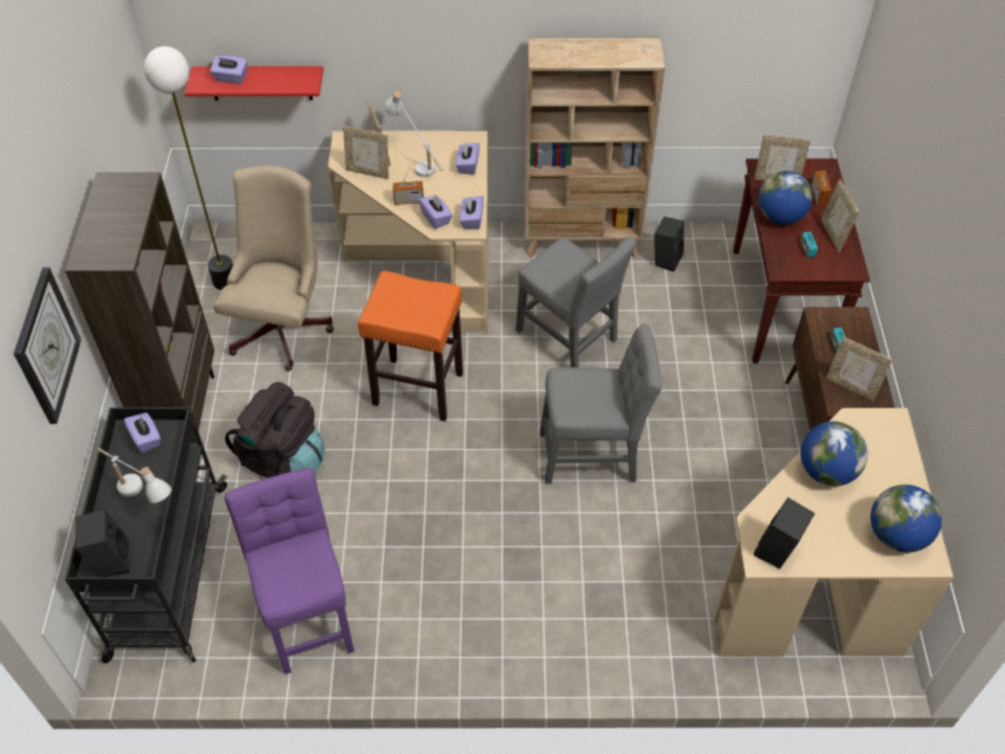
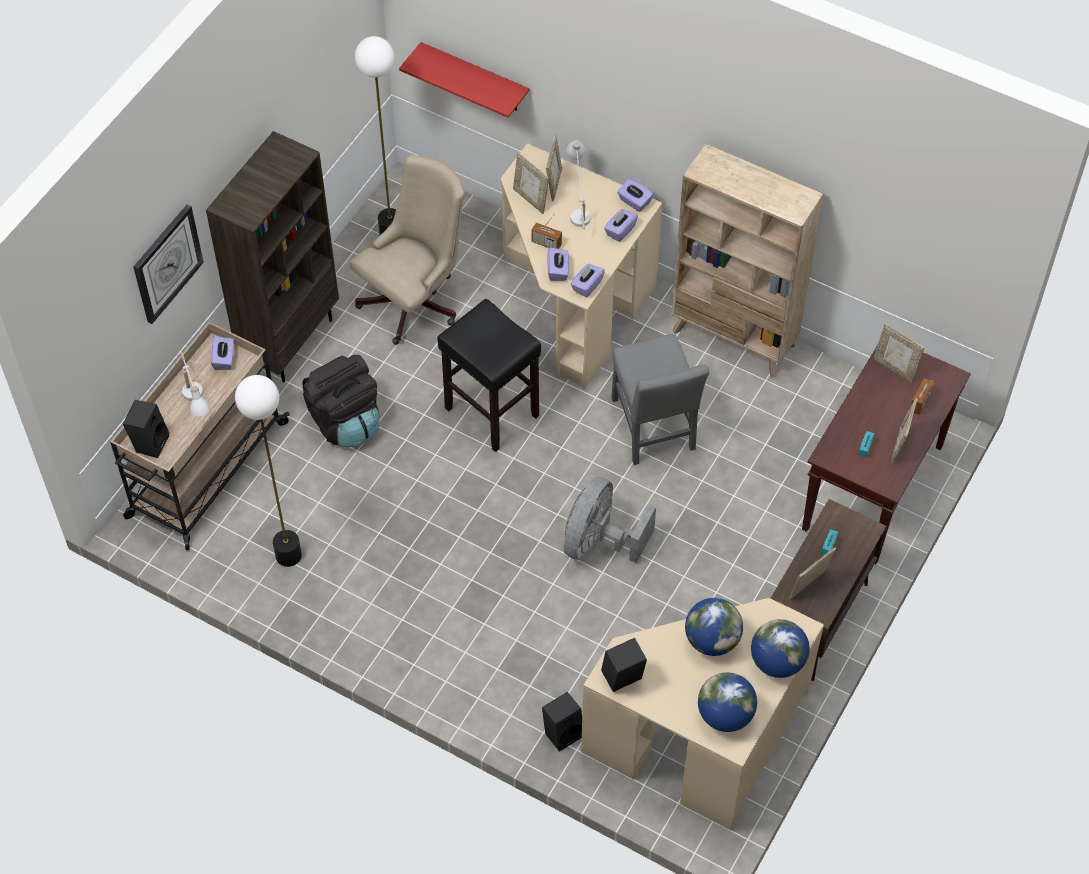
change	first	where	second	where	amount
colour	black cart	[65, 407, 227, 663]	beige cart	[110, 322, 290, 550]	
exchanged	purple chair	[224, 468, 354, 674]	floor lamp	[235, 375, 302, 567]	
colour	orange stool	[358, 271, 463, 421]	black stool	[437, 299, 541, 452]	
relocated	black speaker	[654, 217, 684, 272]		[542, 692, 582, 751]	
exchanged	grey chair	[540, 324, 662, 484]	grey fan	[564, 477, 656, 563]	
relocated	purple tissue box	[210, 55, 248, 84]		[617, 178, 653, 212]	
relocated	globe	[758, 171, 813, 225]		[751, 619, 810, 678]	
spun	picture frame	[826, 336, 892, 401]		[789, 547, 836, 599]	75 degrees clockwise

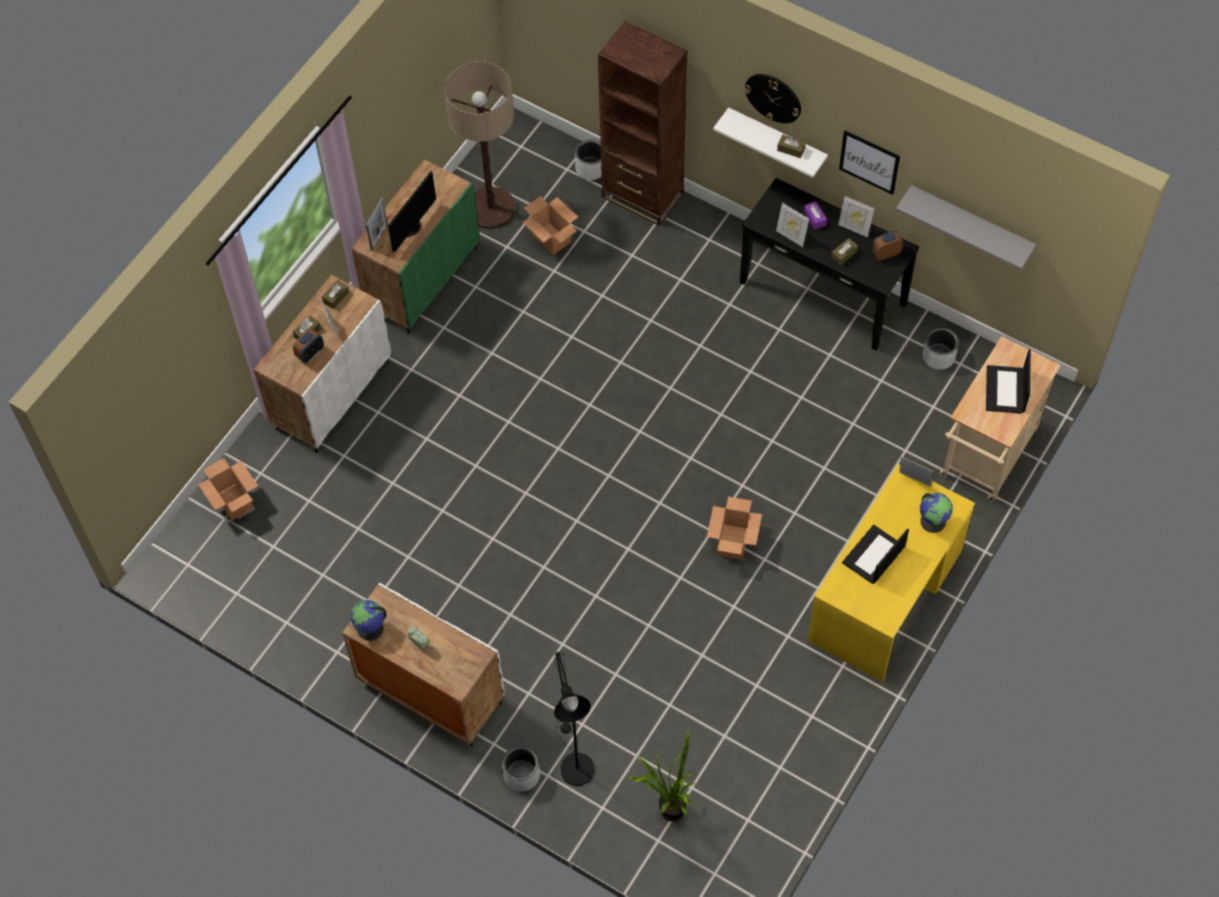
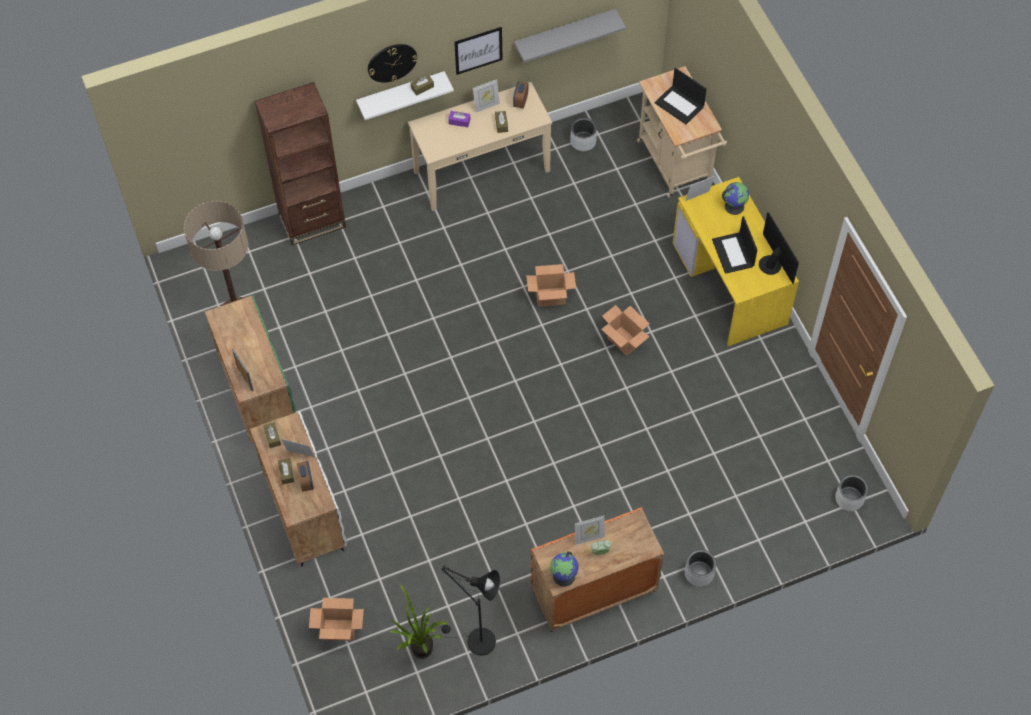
change	first	where	second	where	amount
relocated	potted plant	[627, 729, 695, 822]		[390, 584, 449, 659]	
colour	black console table	[740, 178, 919, 351]	beige console table	[408, 82, 552, 211]	
relocated	black floor lamp	[554, 652, 595, 786]		[438, 565, 500, 656]	
relocated	cardboard box	[522, 196, 578, 255]		[526, 264, 576, 307]	
colour	white cabinet	[342, 582, 505, 746]	orange cabinet	[531, 507, 664, 632]	
relocated	picture frame	[776, 203, 809, 247]		[575, 516, 605, 545]	
relocated	monitor	[388, 171, 436, 252]		[759, 212, 799, 284]	
relocated	white planter	[575, 140, 602, 180]		[835, 475, 868, 511]	

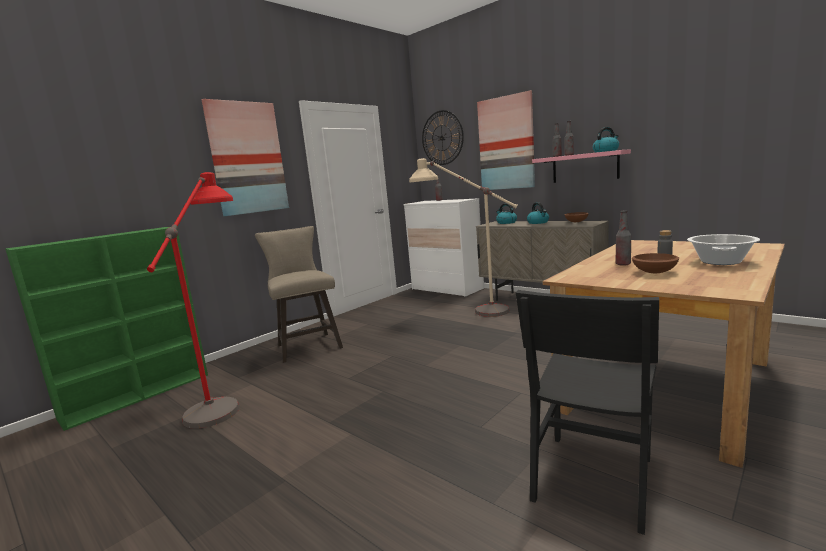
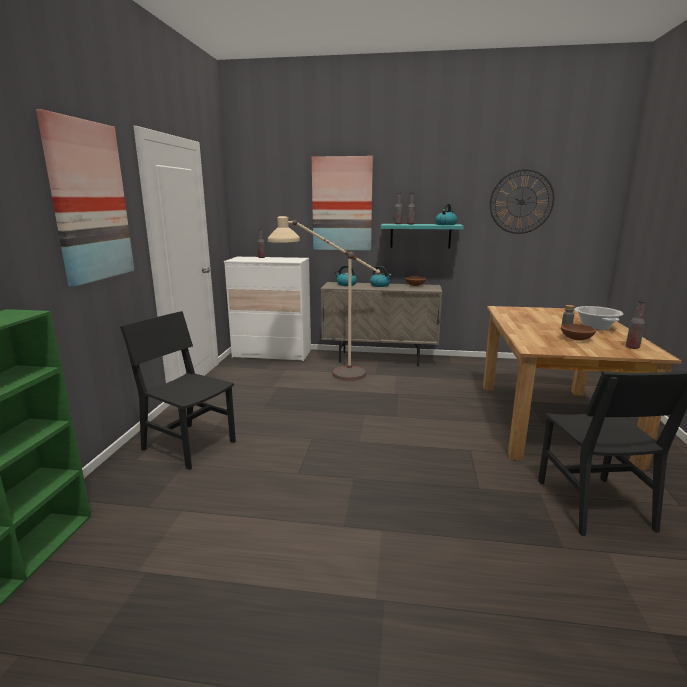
change	first	where	second	where	amount
exchanged	beige stool	[255, 226, 343, 363]	black chair	[120, 311, 236, 470]	
colour	pink shelf	[532, 149, 631, 183]	turquoise shelf	[381, 224, 464, 249]	
relocated	wall clock	[422, 110, 464, 165]		[490, 169, 554, 234]	
relocated	bottle	[616, 211, 631, 266]		[626, 300, 645, 349]	
missing	red floor lamp	[147, 172, 240, 429]			

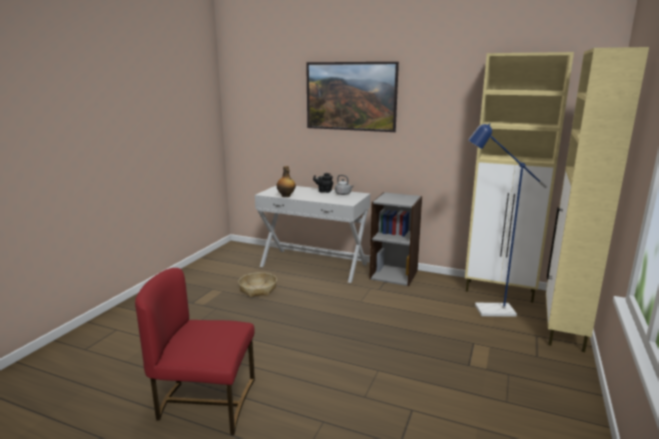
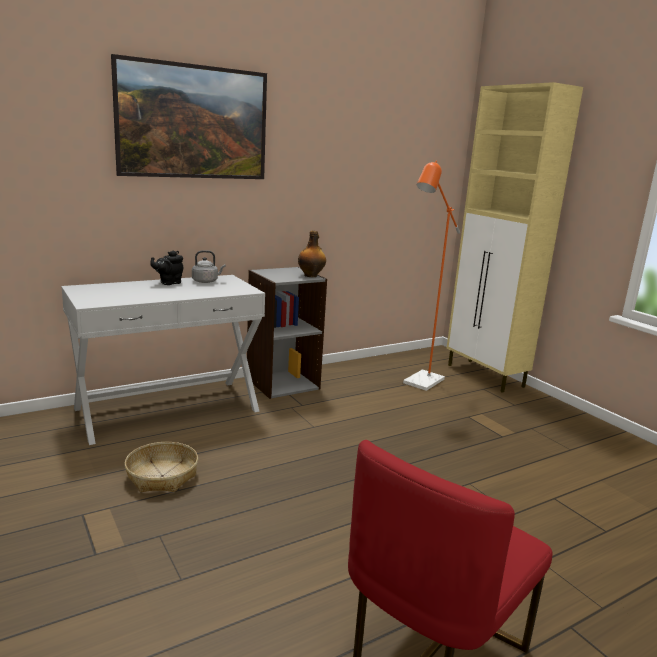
change	first	where	second	where	amount
relocated	bottle	[277, 166, 296, 197]		[298, 231, 326, 277]	
colour	blue floor lamp	[468, 123, 547, 317]	orange floor lamp	[403, 161, 460, 391]	
missing	beige cabinet	[465, 52, 574, 303]			

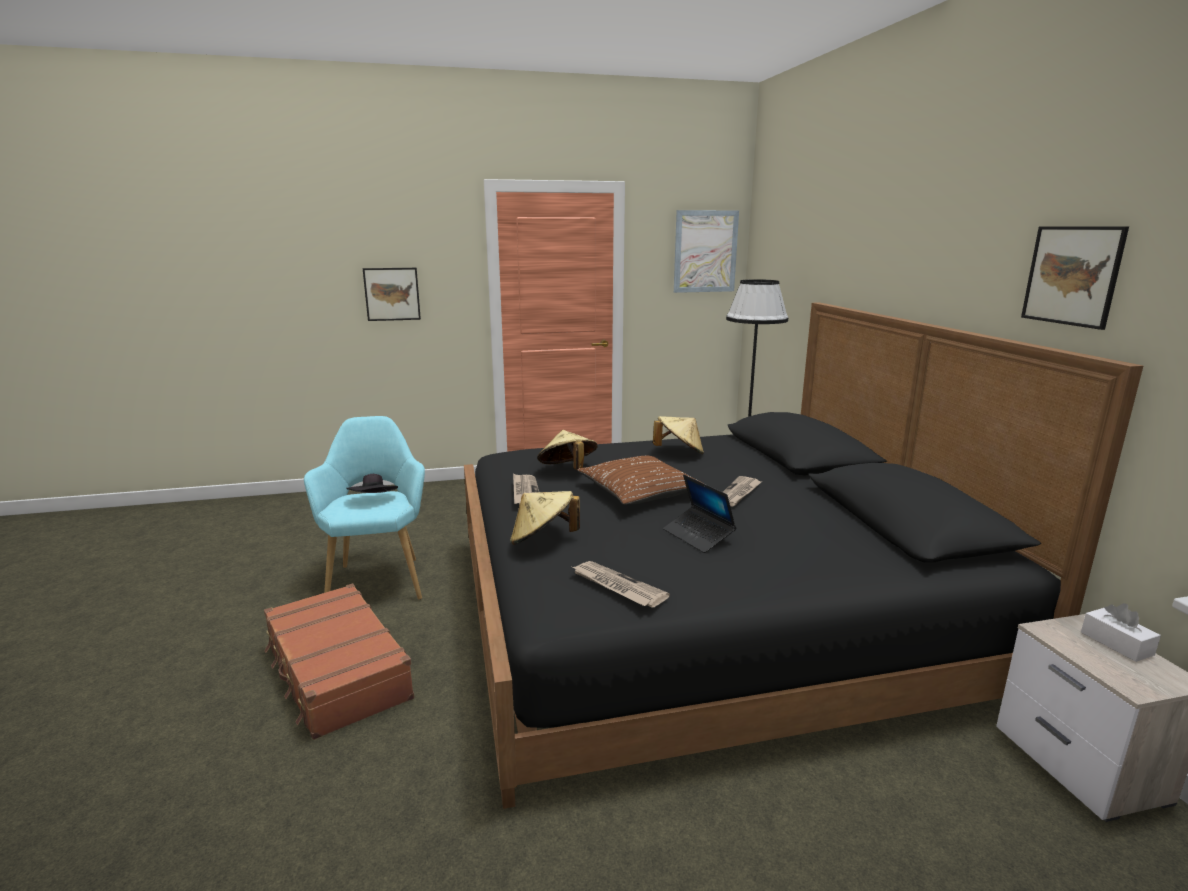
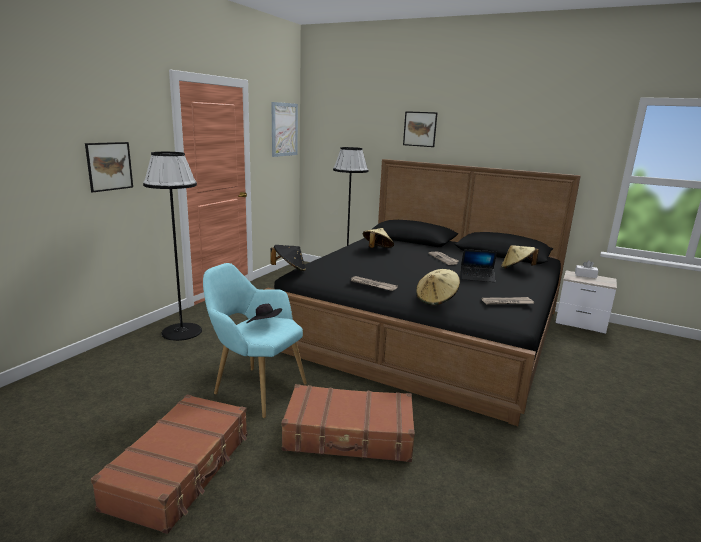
change	first	where	second	where	amount
appeared			brown suitcase	[91, 394, 247, 534]	
appeared			black floor lamp	[143, 152, 202, 341]	
appeared			black hat	[270, 245, 306, 271]	
relocated	picture	[1021, 226, 1129, 330]		[403, 111, 437, 147]	
relocated	beige hat	[537, 430, 597, 470]		[501, 245, 539, 269]	
missing	brown pillow	[577, 456, 705, 505]			

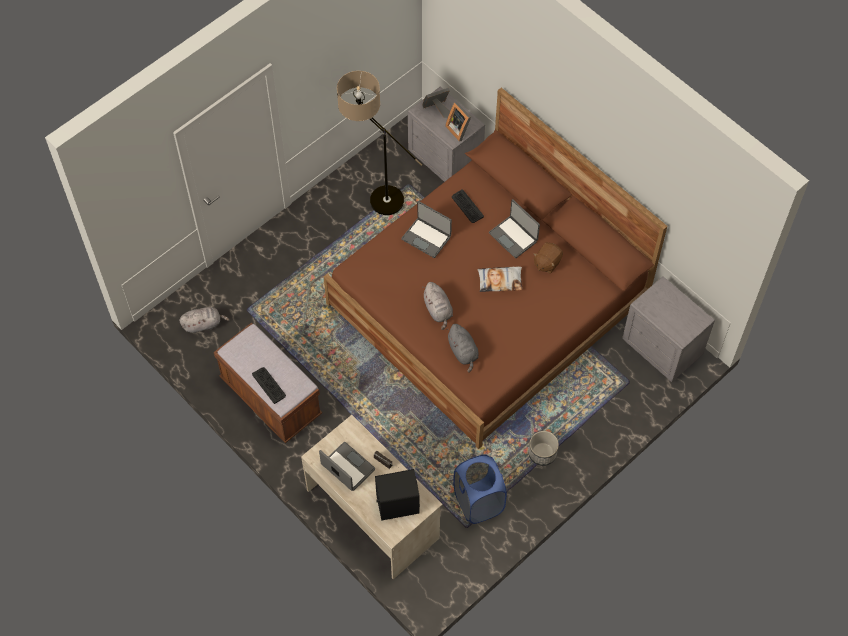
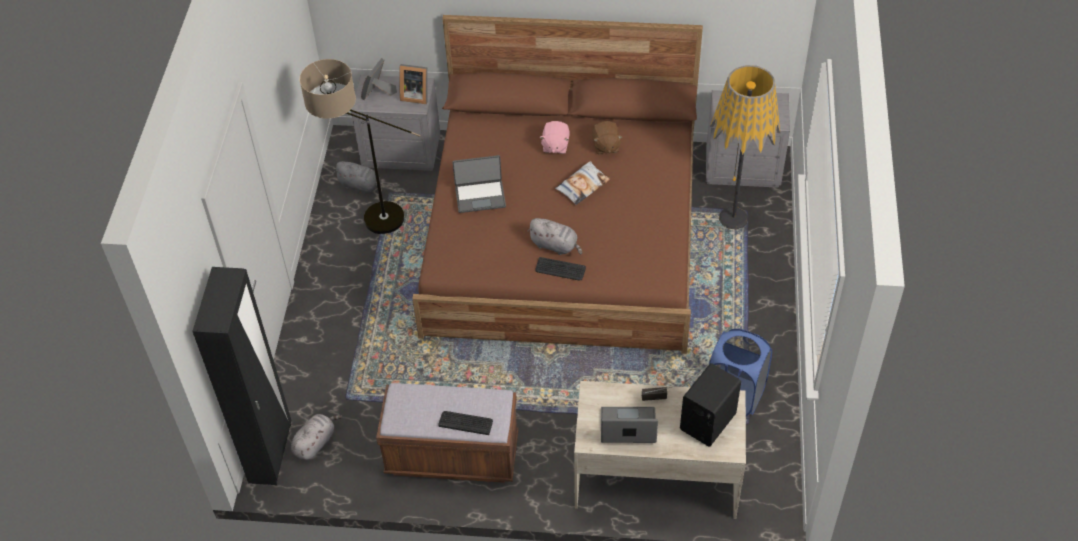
change	first	where	second	where	amount
appeared			black wardrobe	[192, 267, 291, 485]	
relocated	grey plush toy	[446, 324, 479, 372]		[334, 161, 382, 194]	
relocated	keyboard	[452, 189, 484, 223]		[535, 257, 586, 280]	
exchanged	laptop	[489, 199, 540, 258]	pink plush toy	[539, 121, 570, 154]	
appeared			floor lamp	[710, 65, 780, 229]	
missing	planter	[528, 431, 559, 466]			

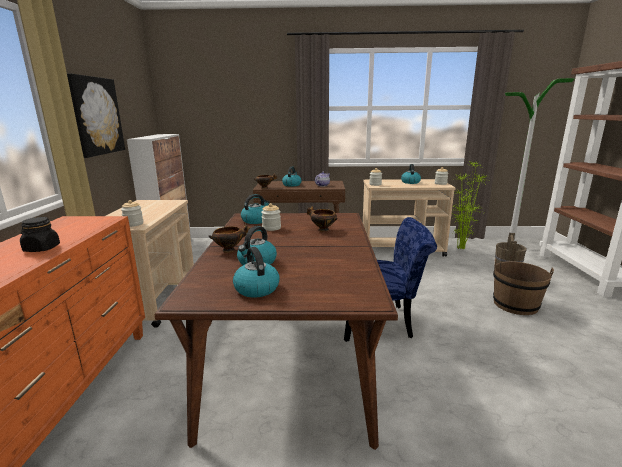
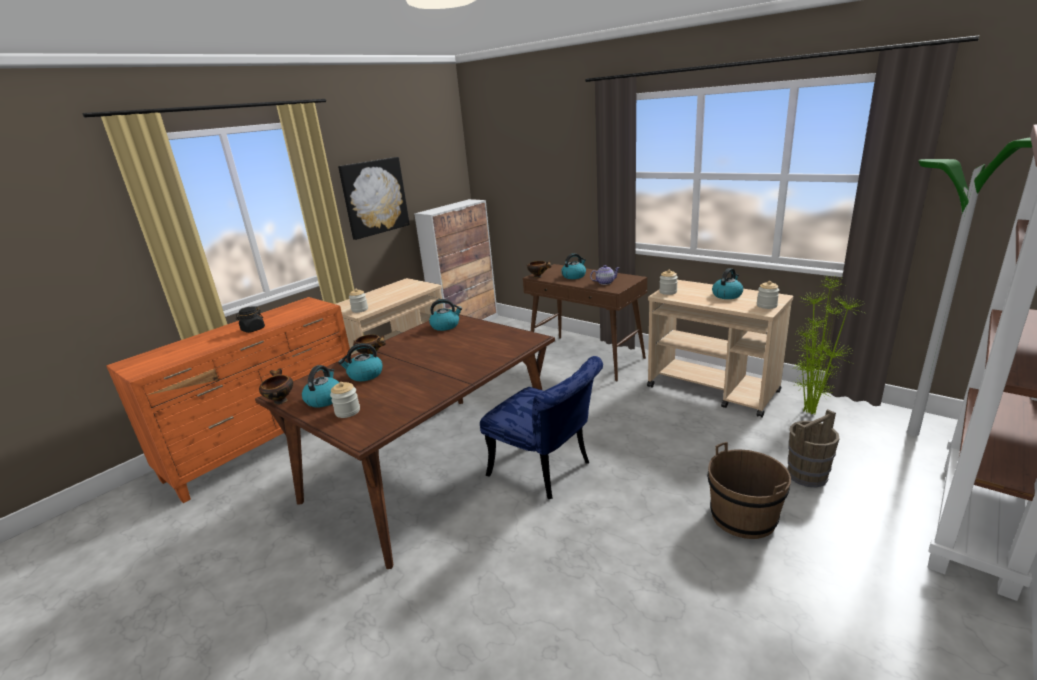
change	first	where	second	where	amount
relocated	bowl	[307, 206, 338, 232]		[259, 369, 293, 405]	
relocated	jar	[261, 203, 281, 231]		[330, 382, 360, 418]	

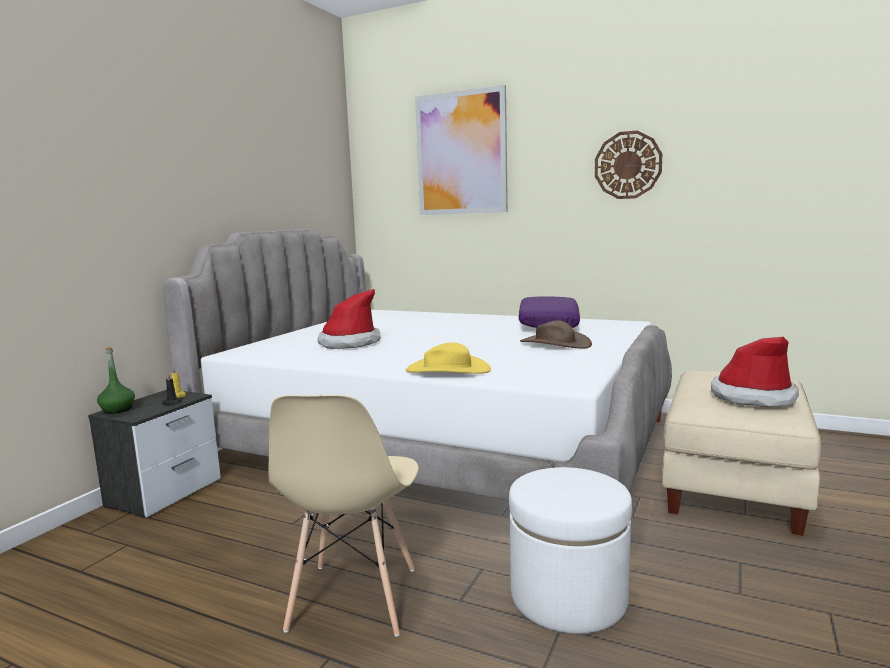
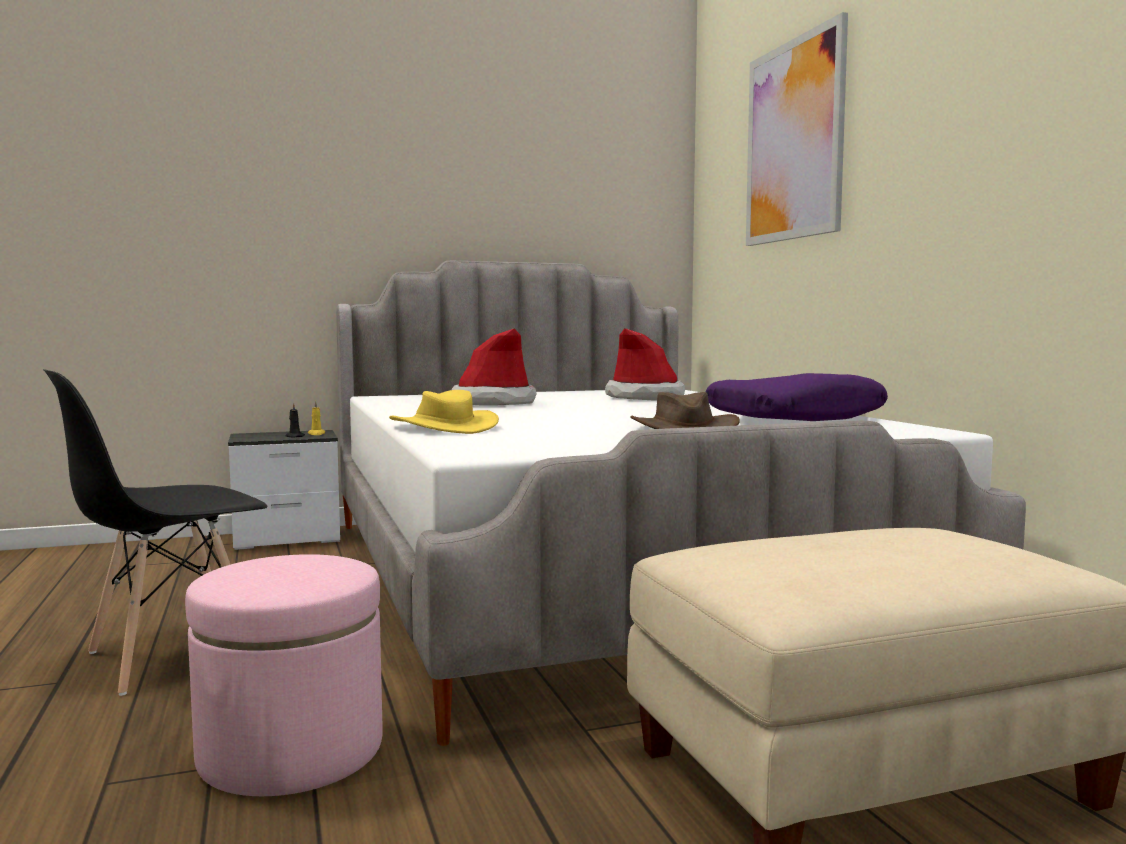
change	first	where	second	where	amount
colour	beige chair	[269, 395, 419, 637]	black chair	[43, 369, 267, 696]	
colour	white ottoman	[509, 467, 632, 634]	pink ottoman	[185, 554, 383, 796]	
relocated	hat	[711, 337, 799, 406]		[605, 328, 685, 400]	
missing	green bottle	[97, 347, 135, 414]			
missing	wall clock	[595, 130, 662, 199]			

